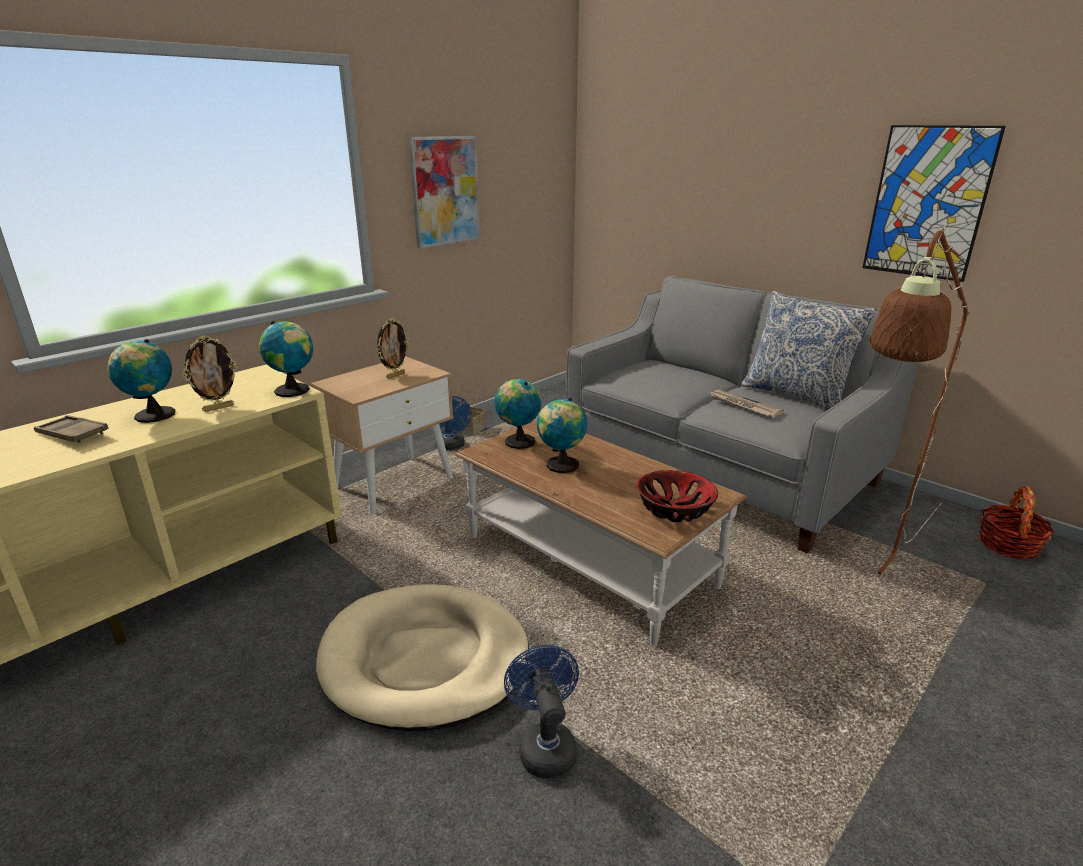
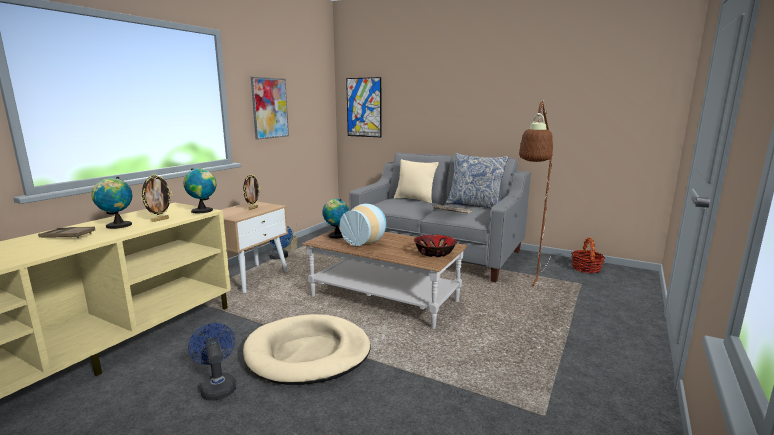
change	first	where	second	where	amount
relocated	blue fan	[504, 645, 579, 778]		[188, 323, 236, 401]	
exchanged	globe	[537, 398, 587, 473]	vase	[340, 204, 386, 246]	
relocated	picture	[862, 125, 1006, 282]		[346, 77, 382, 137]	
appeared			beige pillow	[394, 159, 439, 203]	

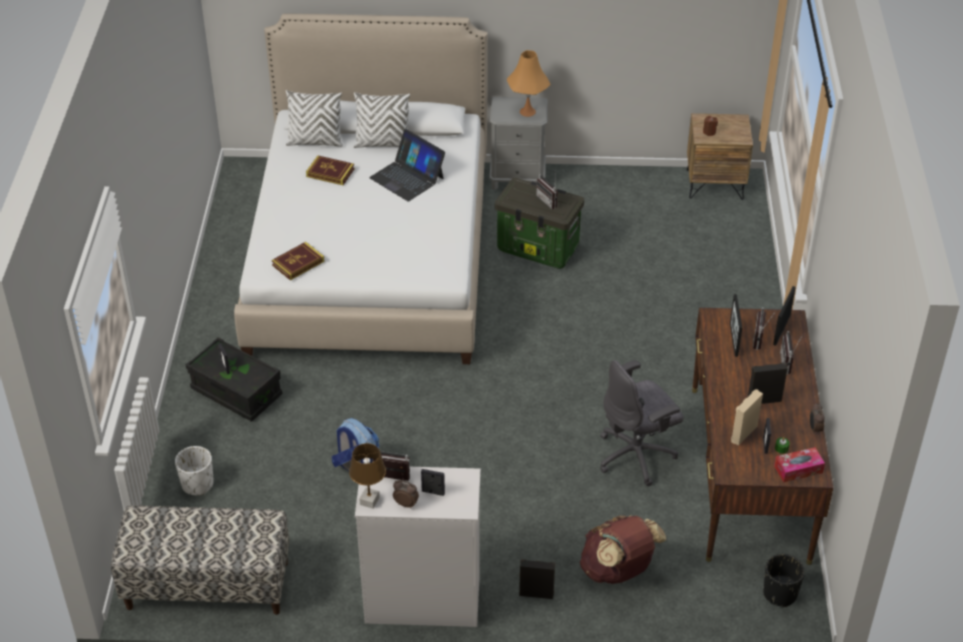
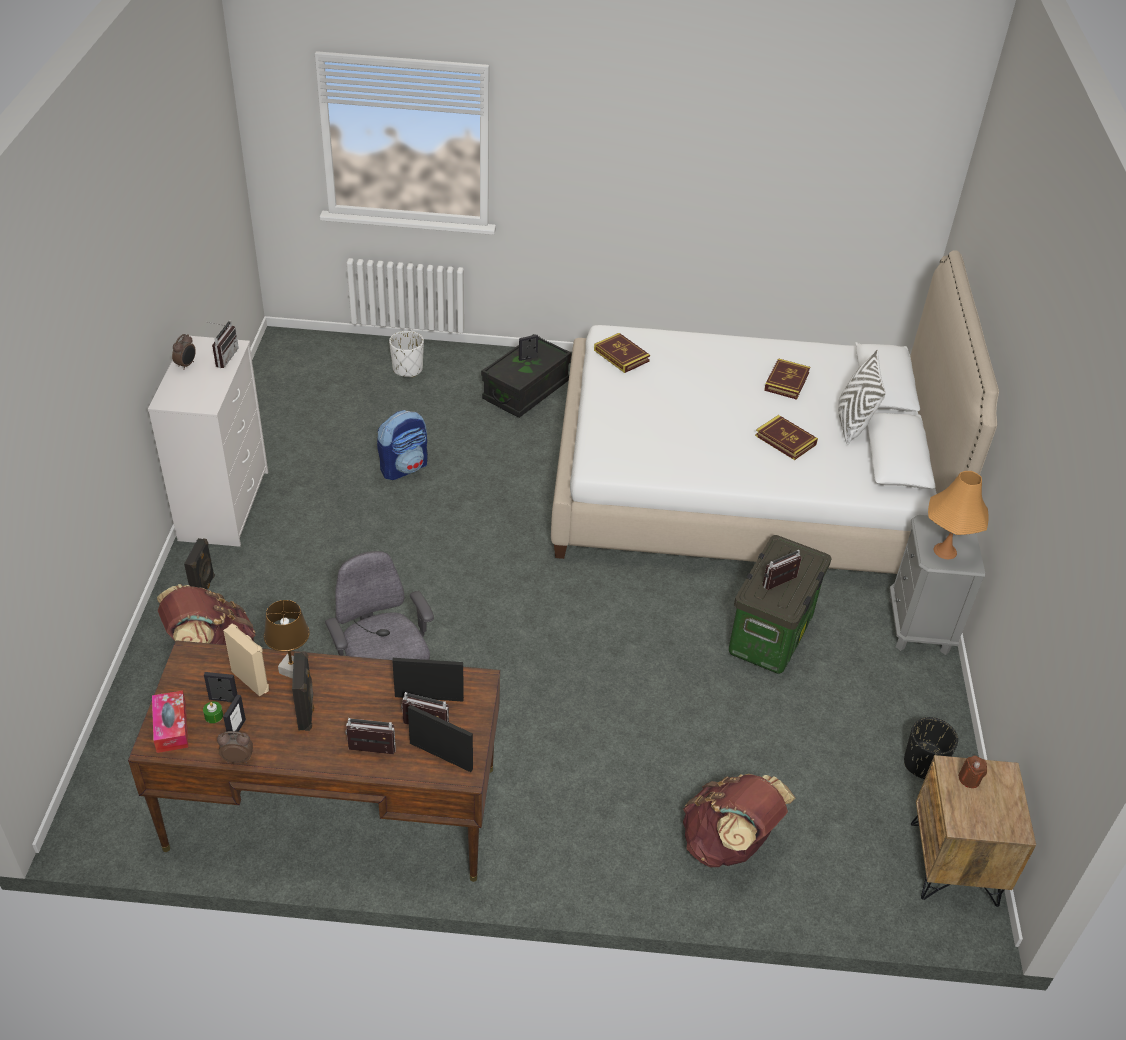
change	first	where	second	where	amount
relocated	picture frame	[421, 469, 445, 496]		[223, 694, 246, 735]	
relocated	brown table lamp	[349, 443, 386, 509]		[264, 600, 310, 679]	
appeared			brown backpack	[683, 774, 795, 867]	
exchanged	laptop	[369, 129, 445, 202]	book	[755, 415, 818, 460]	
relocated	black planter	[763, 554, 805, 607]		[904, 717, 958, 779]	
missing	bench	[111, 506, 289, 615]			
missing	white pillow	[286, 90, 343, 147]			

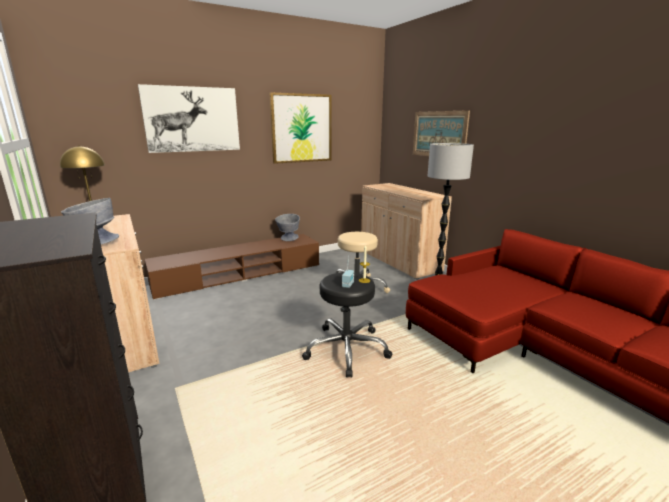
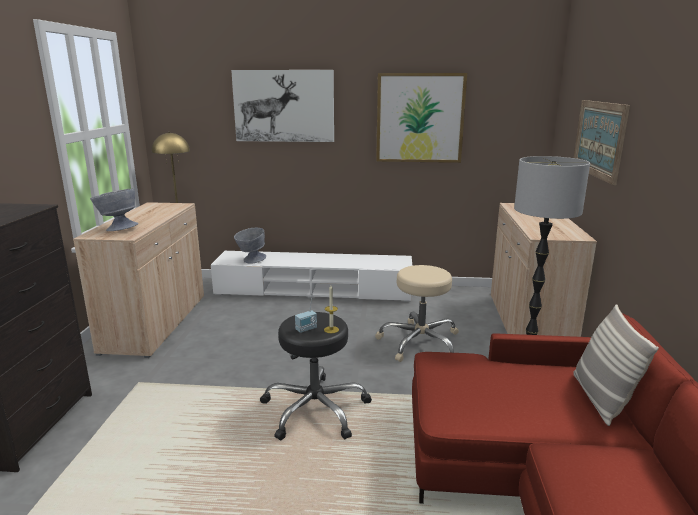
change	first	where	second	where	amount
colour	brown tv stand	[145, 234, 319, 300]	white tv stand	[211, 251, 412, 302]	
relocated	grey bowl	[275, 214, 300, 241]		[234, 228, 266, 264]	
appeared			pillow	[573, 304, 659, 426]	

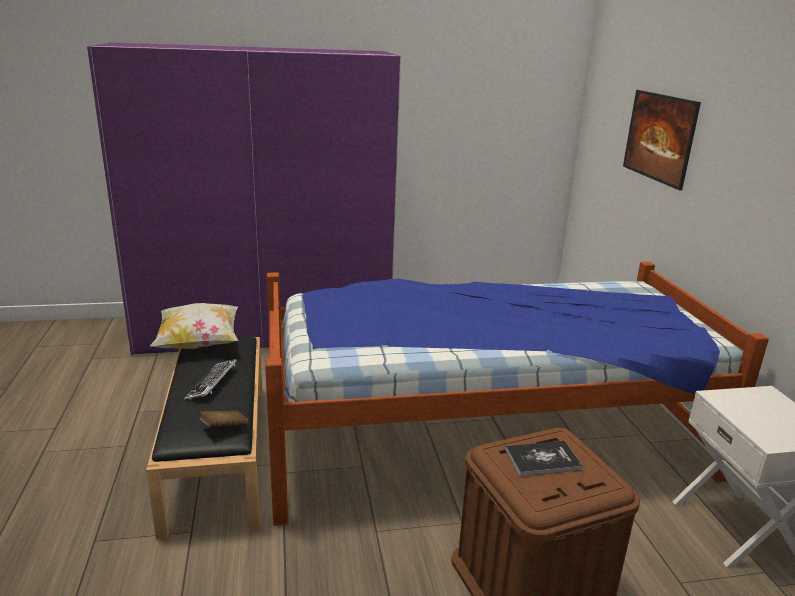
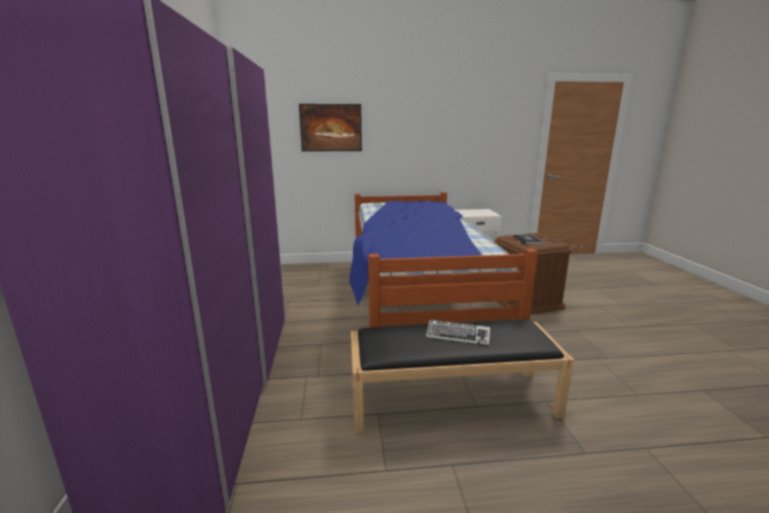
change	first	where	second	where	amount
missing	pillow	[150, 303, 239, 349]			
missing	brown book	[199, 410, 248, 427]			

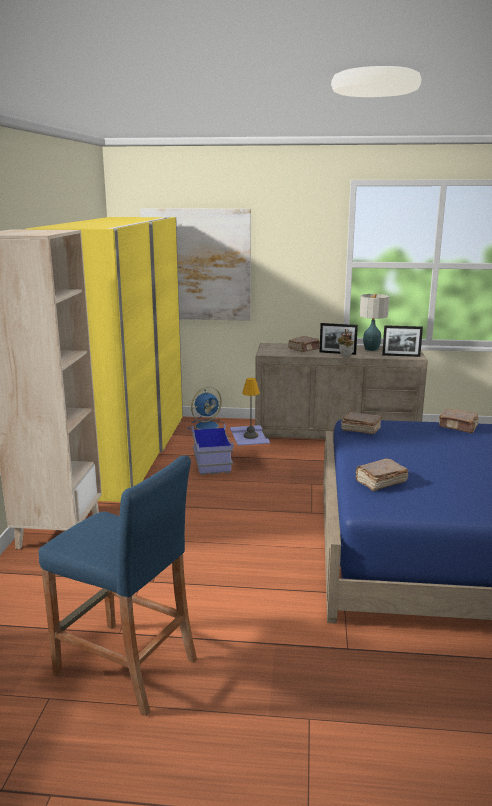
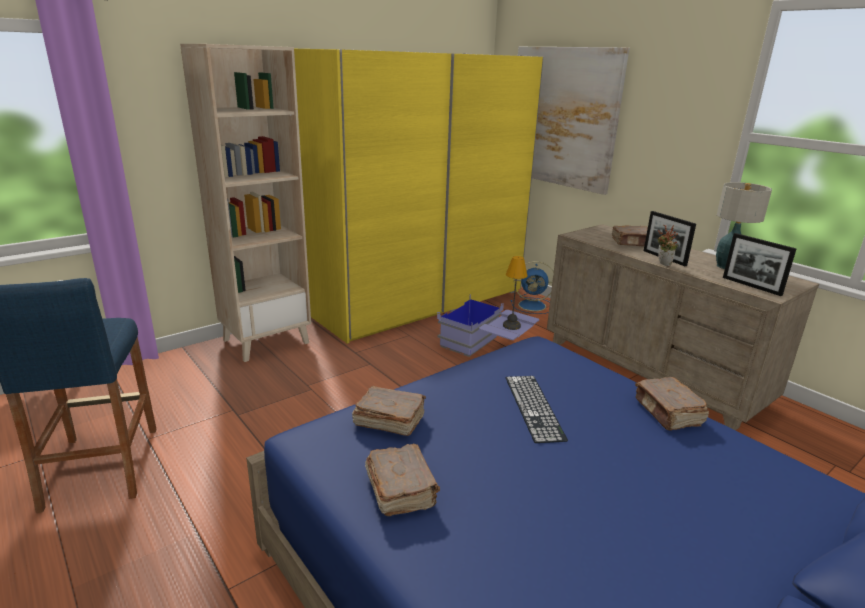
change	first	where	second	where	amount
relocated	brown book	[341, 412, 382, 434]		[365, 443, 440, 516]	
appeared			keyboard	[505, 376, 568, 443]	

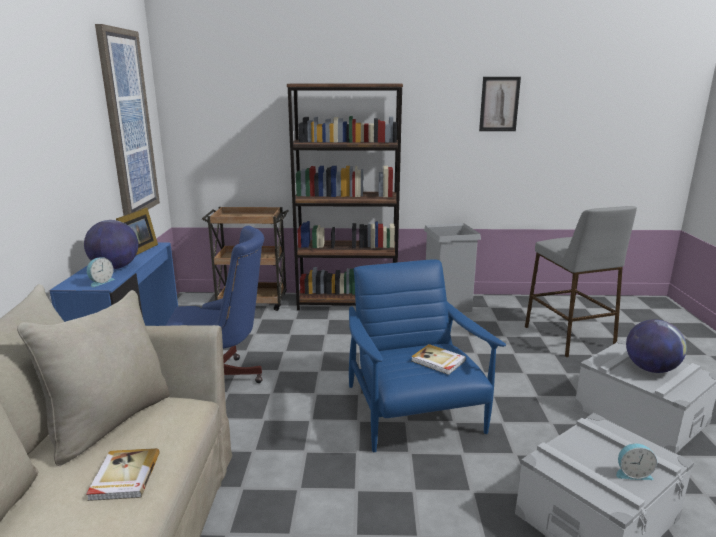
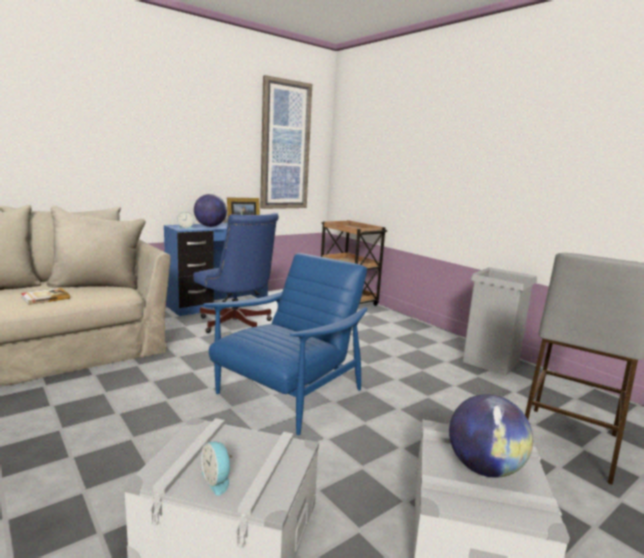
change	first	where	second	where	amount
missing	brown bookcase	[287, 84, 403, 311]			
missing	book	[411, 344, 466, 375]			
missing	picture	[479, 77, 521, 131]			

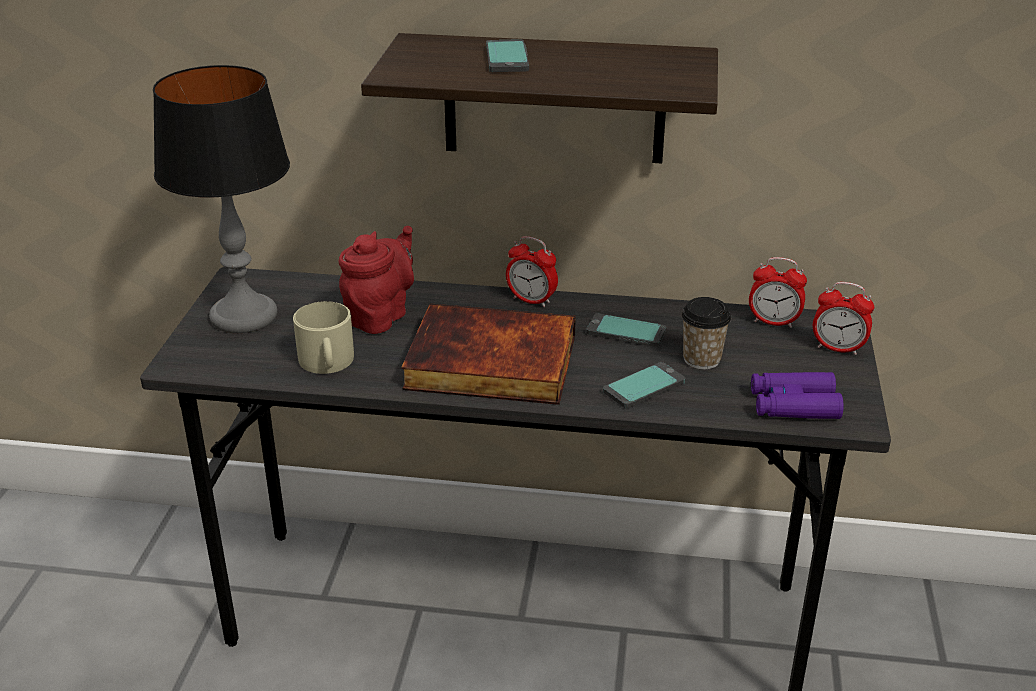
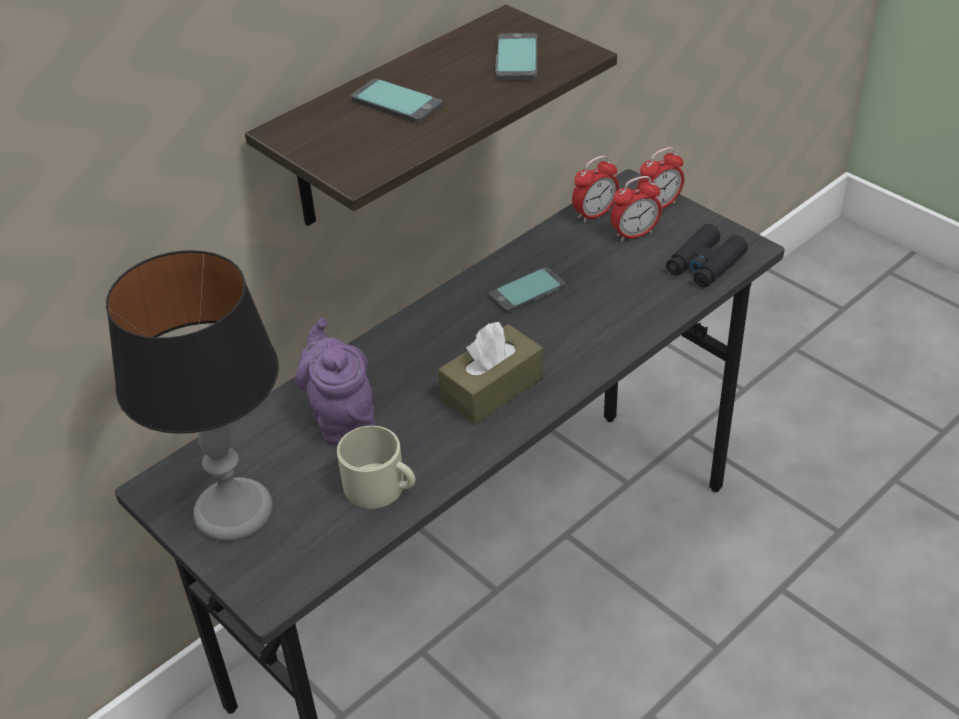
change	first	where	second	where	amount
colour	red teapot	[339, 226, 414, 334]	purple teapot	[295, 318, 375, 445]	
exchanged	book	[401, 303, 576, 405]	brown tissue box	[438, 321, 543, 425]	
relocated	phone	[603, 362, 686, 409]		[495, 33, 537, 80]	
relocated	alarm clock	[506, 236, 558, 307]		[611, 176, 662, 242]	
colour	purple binoculars	[751, 372, 844, 419]	black binoculars	[666, 224, 748, 287]	
missing	cup	[681, 297, 731, 370]			

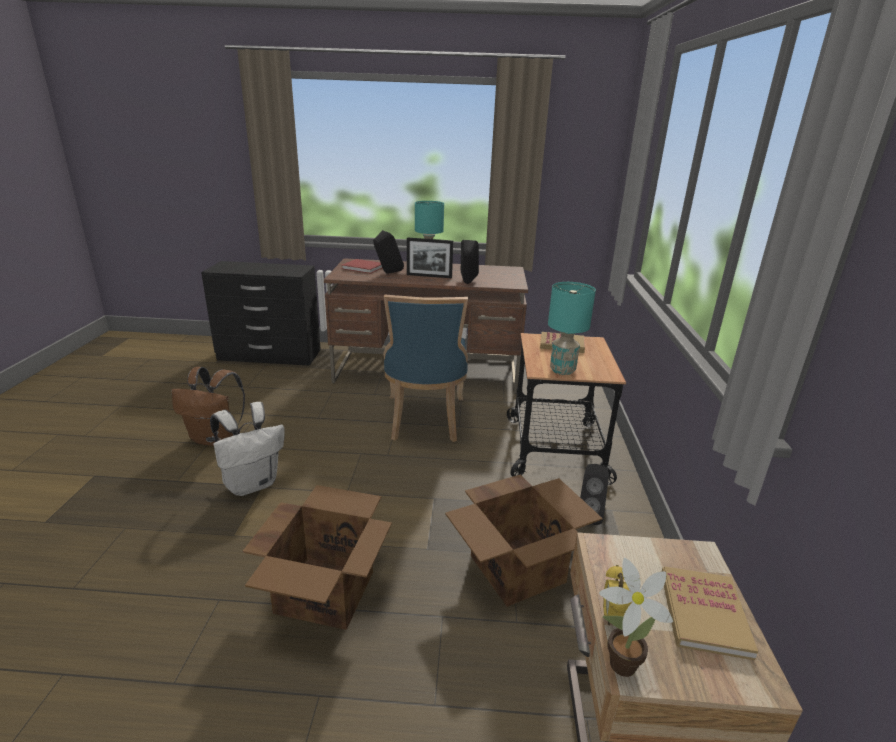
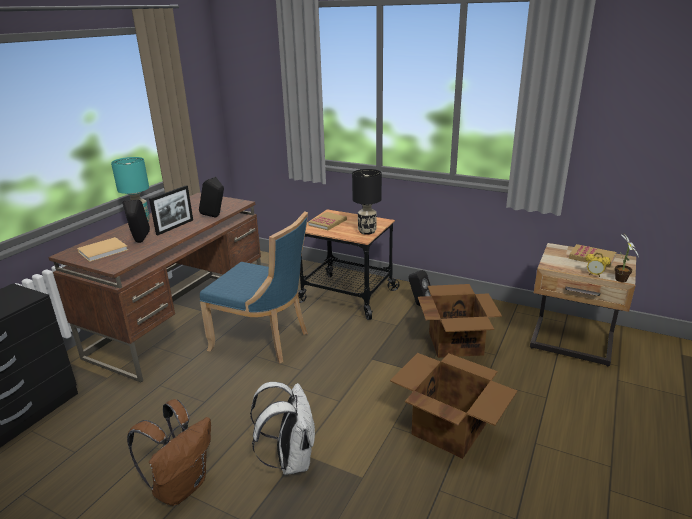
change	first	where	second	where	amount
colour	red book	[342, 259, 382, 274]	beige book	[77, 237, 128, 262]	
colour	turquoise table lamp	[548, 282, 596, 375]	black table lamp	[352, 169, 382, 235]	

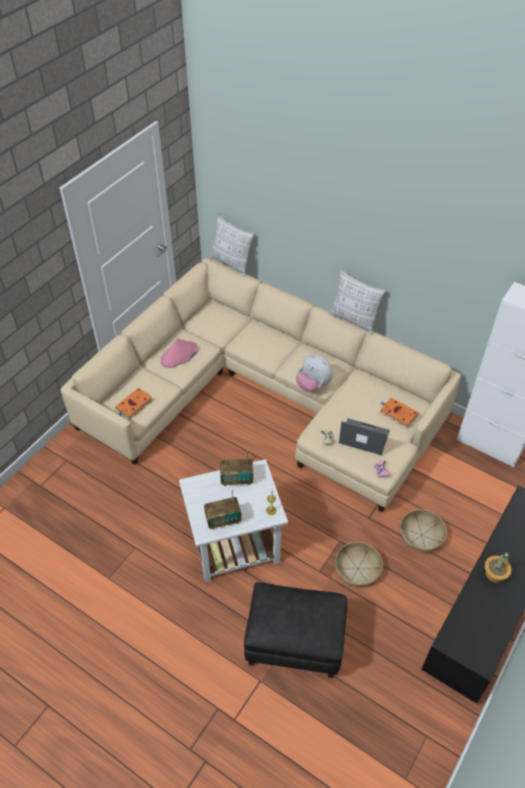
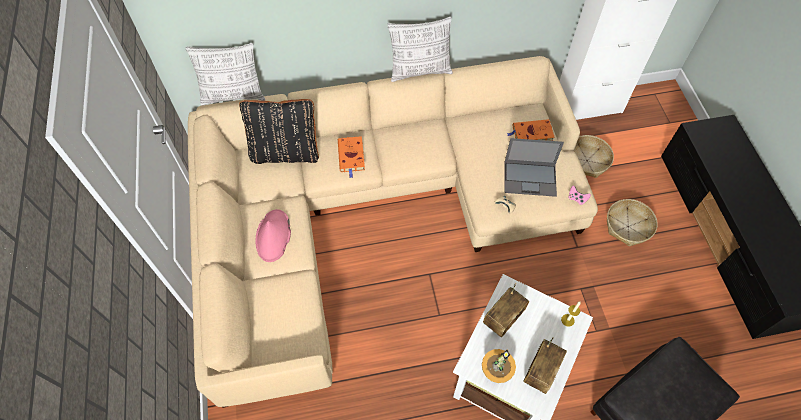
change	first	where	second	where	amount
appeared			black pillow	[239, 99, 319, 164]	
relocated	orange book	[115, 388, 153, 419]		[338, 136, 365, 178]	
relocated	potted plant	[485, 552, 512, 583]		[482, 349, 516, 383]	
spun	laptop	[339, 418, 390, 455]		[505, 138, 564, 197]	150 degrees counterclockwise
relocated	basket	[335, 542, 383, 587]		[574, 135, 614, 178]	
missing	plush toy	[296, 354, 333, 392]			

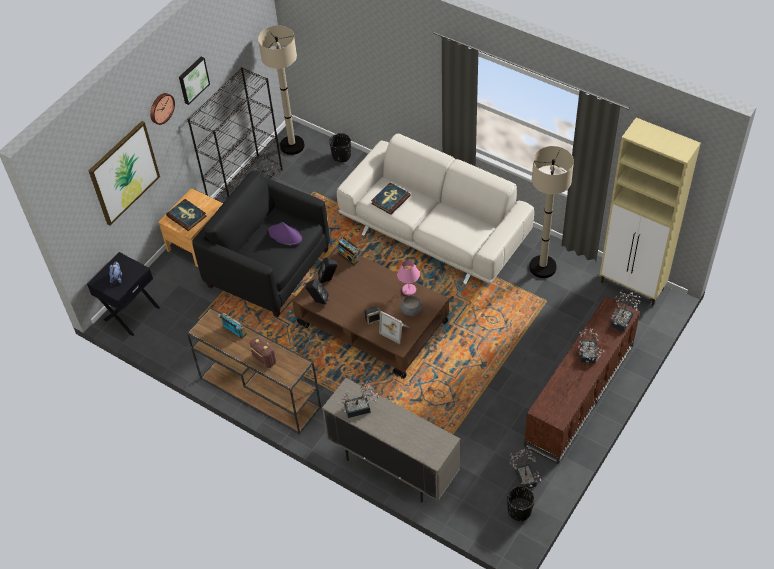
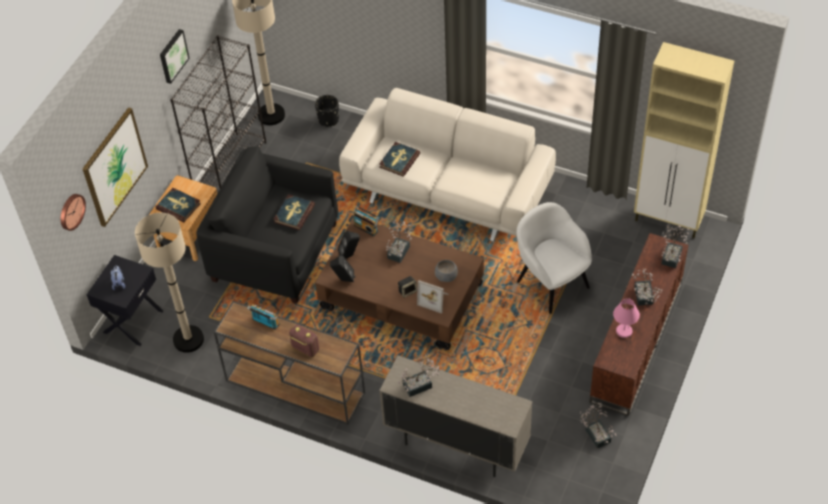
change	first	where	second	where	amount
relocated	wall clock	[150, 93, 175, 125]		[61, 194, 86, 231]	
relocated	beige floor lamp	[529, 146, 574, 278]		[135, 213, 204, 353]	
exchanged	purple hat	[269, 222, 302, 246]	book	[273, 194, 315, 230]	
appeared			potted plant	[386, 220, 414, 263]	
appeared			white armchair	[516, 202, 592, 314]	
relocated	pink table lamp	[397, 260, 420, 296]		[613, 298, 640, 338]	
missing	black planter	[507, 486, 535, 522]			

